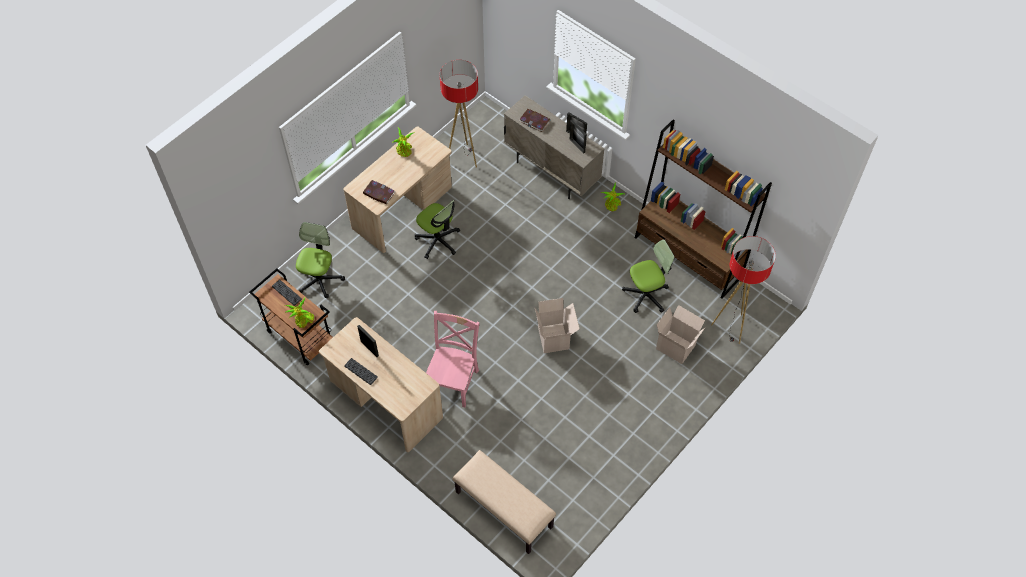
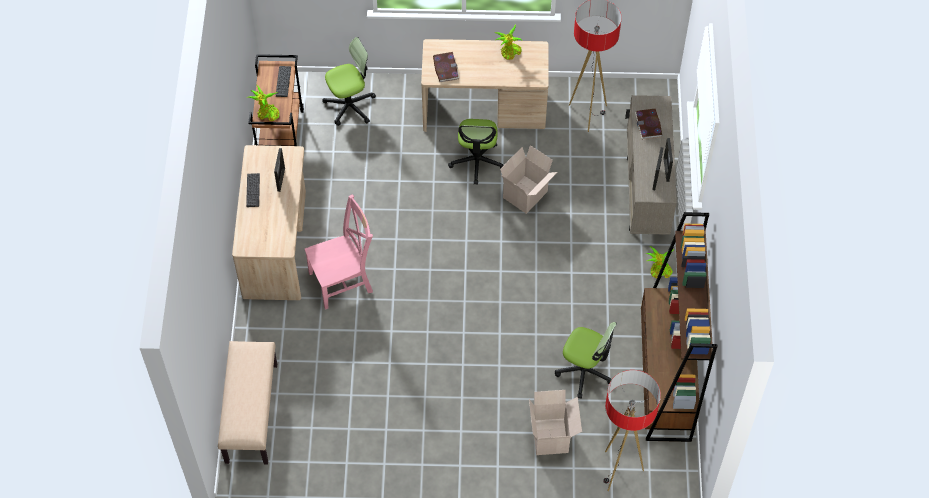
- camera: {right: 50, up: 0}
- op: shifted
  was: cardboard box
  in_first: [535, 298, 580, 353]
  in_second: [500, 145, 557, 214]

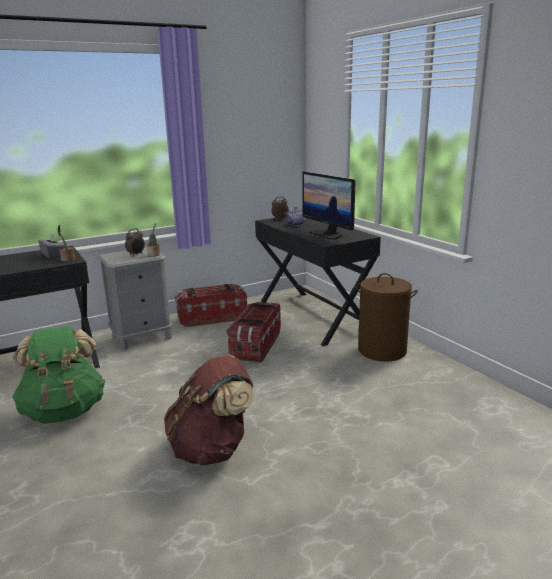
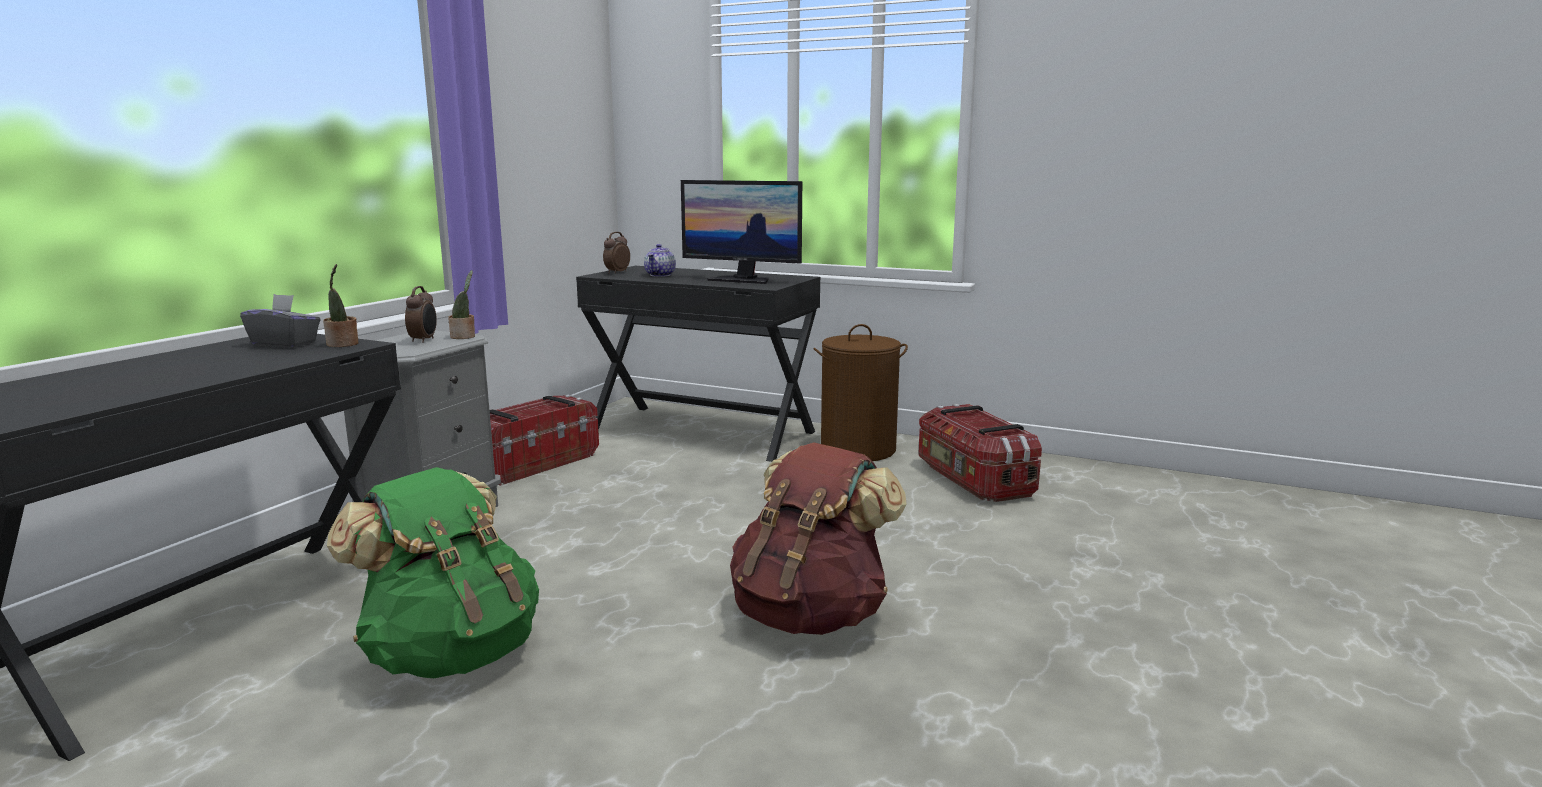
- camera: {right: -35, up: -5}
- op: shifted
  was: storage bin
  in_first: [227, 301, 281, 363]
  in_second: [918, 404, 1042, 502]

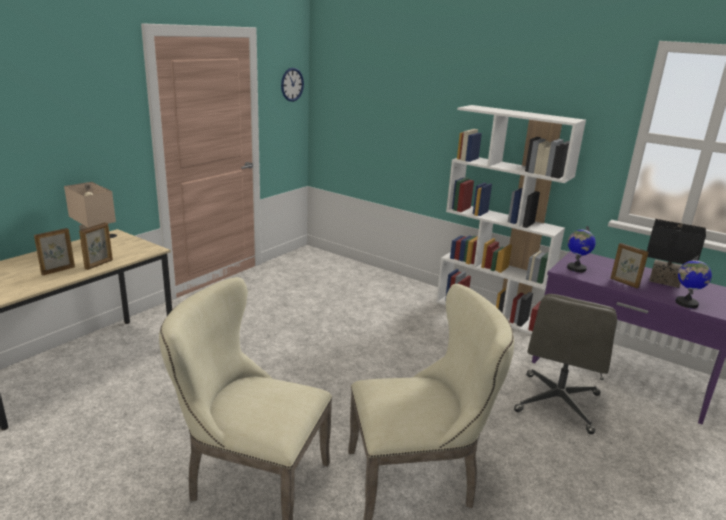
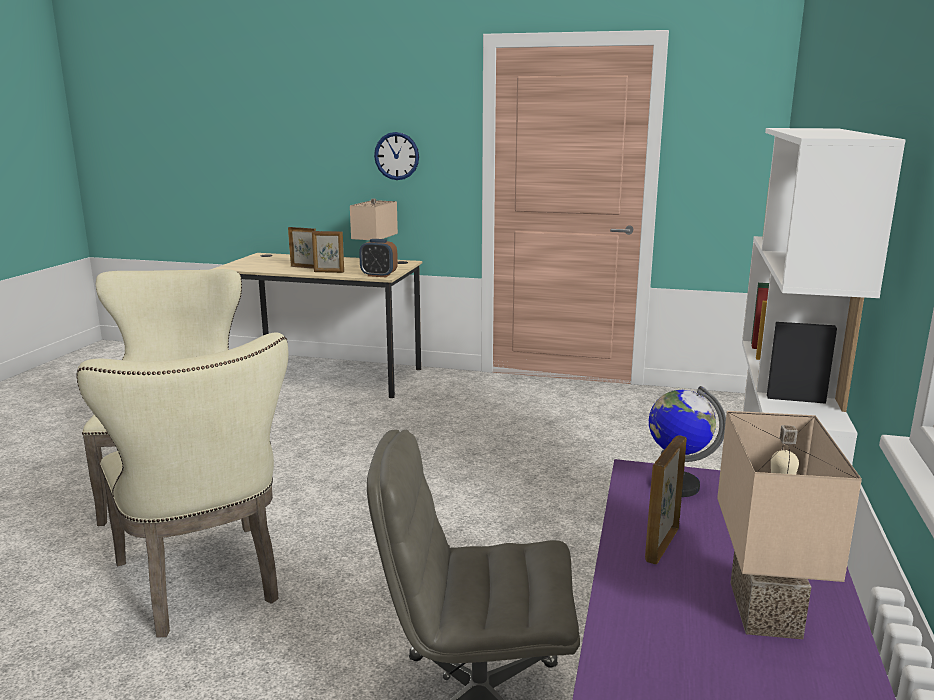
- camera: {right: 70, up: -5}
- op: shifted
  was: wall clock
  in_first: [281, 68, 304, 102]
  in_second: [374, 132, 419, 180]
- op: repainted
  was: black table lamp
  now: sand-coloured table lamp
  in_first: [647, 219, 706, 288]
  in_second: [717, 411, 862, 639]
- op: gone
  was: desk globe
  in_first: [675, 256, 712, 308]
- op: new
  now: bedside clock
  in_second: [359, 239, 398, 277]

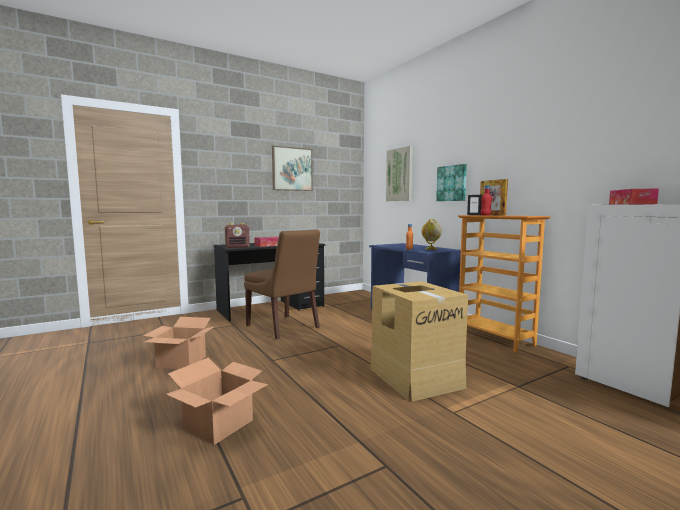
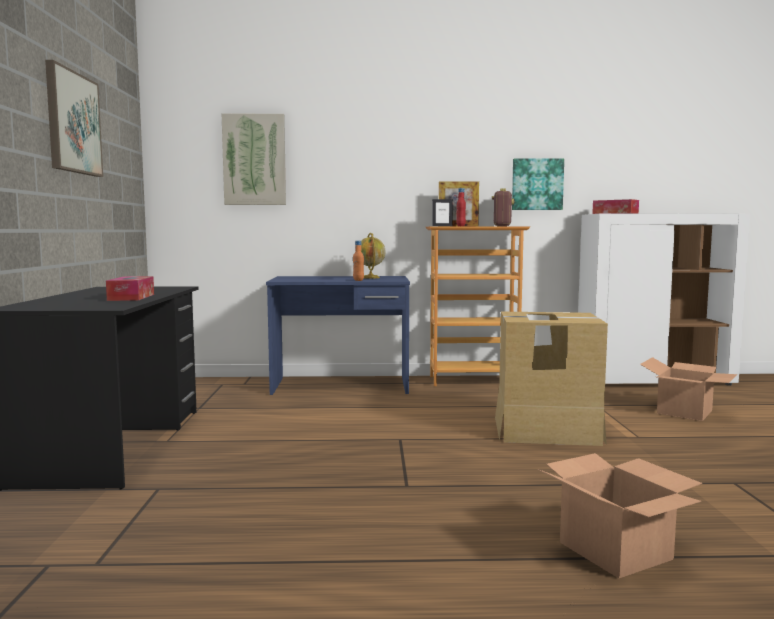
- camera: {right: -60, up: 0}
- op: shifted
  was: wall art
  in_first: [436, 164, 467, 201]
  in_second: [512, 158, 564, 210]
- op: shifted
  was: radio receiver
  in_first: [225, 223, 250, 248]
  in_second: [492, 188, 514, 227]
- op: gone
  was: brown-coloured plain chair
  in_first: [244, 229, 320, 339]
- op: shifted
  was: cardboard box
  in_first: [143, 317, 215, 369]
  in_second: [640, 357, 737, 421]

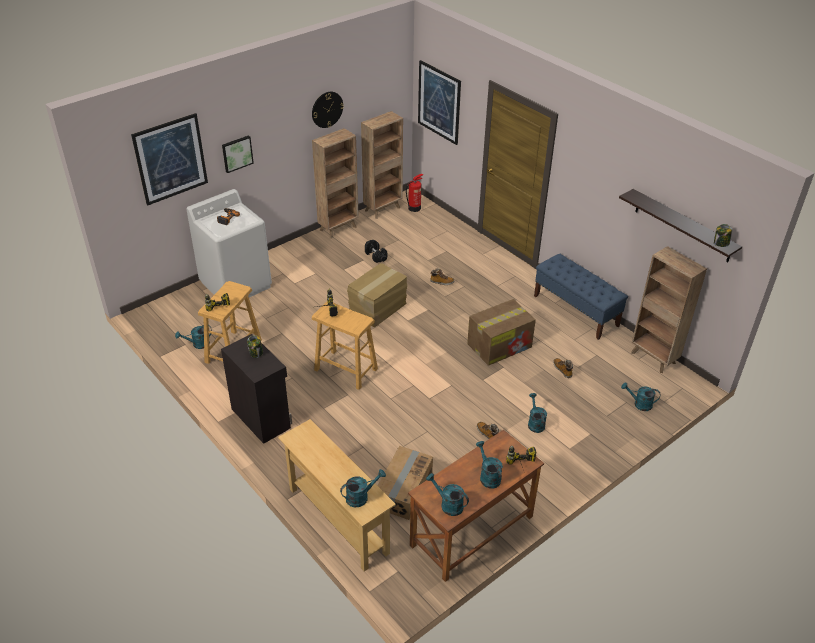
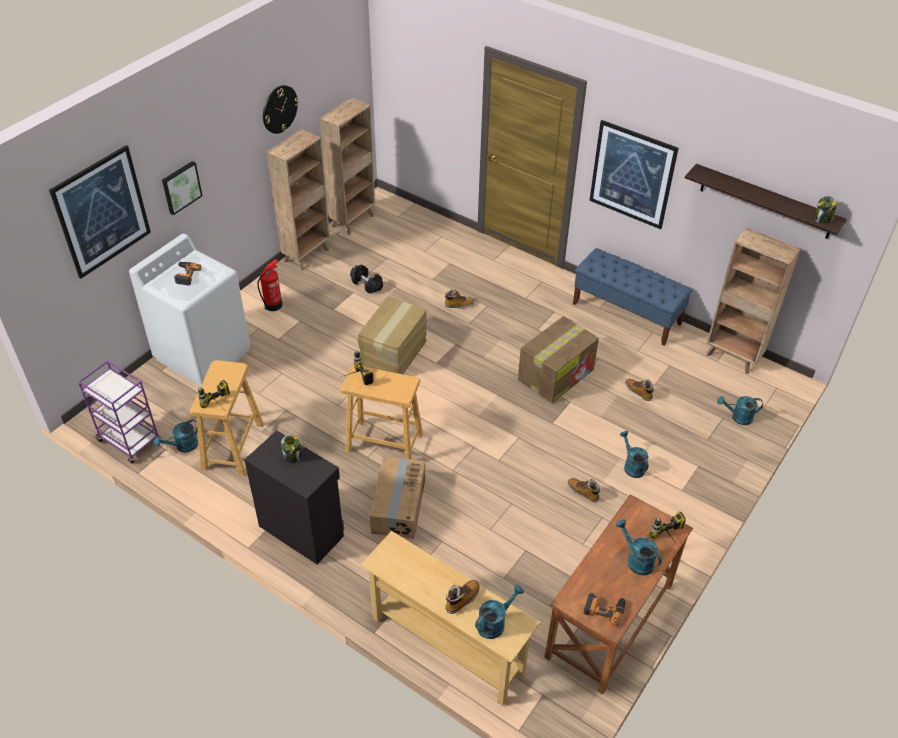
- camera: {right: -15, up: 5}
- op: shifted
  was: wall art
  in_first: [418, 60, 461, 145]
  in_second: [589, 120, 679, 229]
- op: shifted
  was: fire-fighting cylinder
  in_first: [406, 174, 423, 212]
  in_second: [257, 259, 282, 311]
- op: shifted
  was: cardboard box
  in_first: [377, 446, 433, 520]
  in_second: [370, 457, 425, 539]
- op: swapped
  was: turquoise-coloured watering pot
  now: power drill
  in_first: [426, 473, 469, 516]
  in_second: [583, 593, 626, 626]
- op: new
  now: purple-coloured trolley
  in_second: [78, 360, 161, 463]
- op: new
  now: tall boot
  in_second: [445, 580, 480, 614]

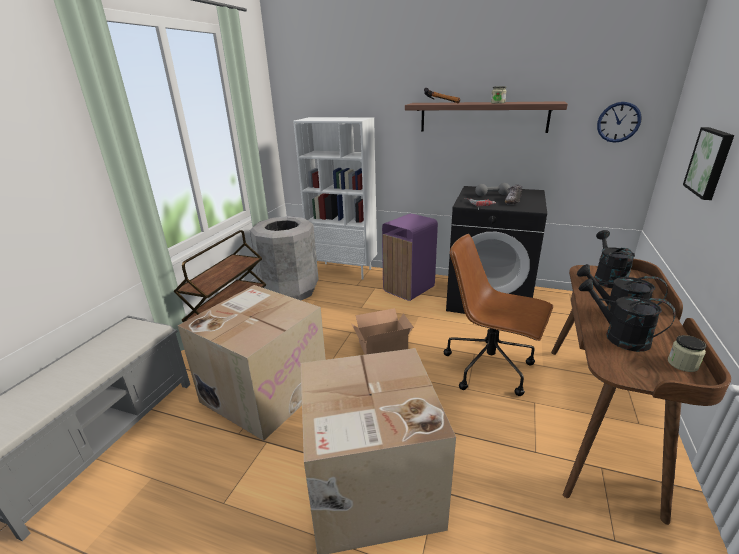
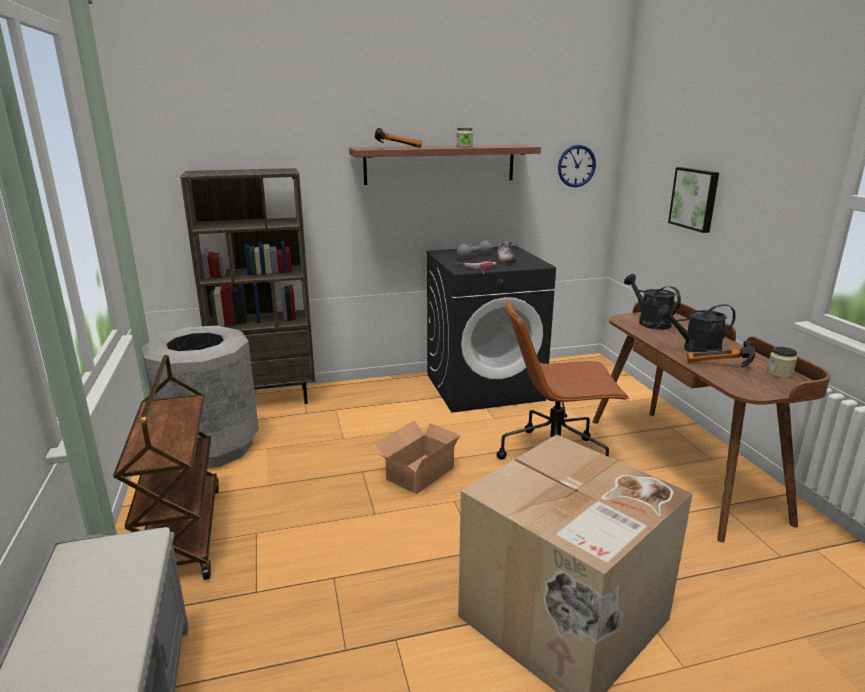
- camera: {right: -35, up: -5}
- op: repainted
  was: white bookcase
  now: brown-coloured bookcase
  in_first: [293, 117, 377, 280]
  in_second: [180, 168, 315, 404]
- op: gone
  was: purple-coloured waste bin
  in_first: [382, 213, 438, 301]
- op: swapped
  was: black watering pot
  now: hammer
  in_first: [579, 279, 676, 352]
  in_second: [687, 340, 755, 367]
- op: gone
  was: cardboard box
  in_first: [178, 285, 326, 441]

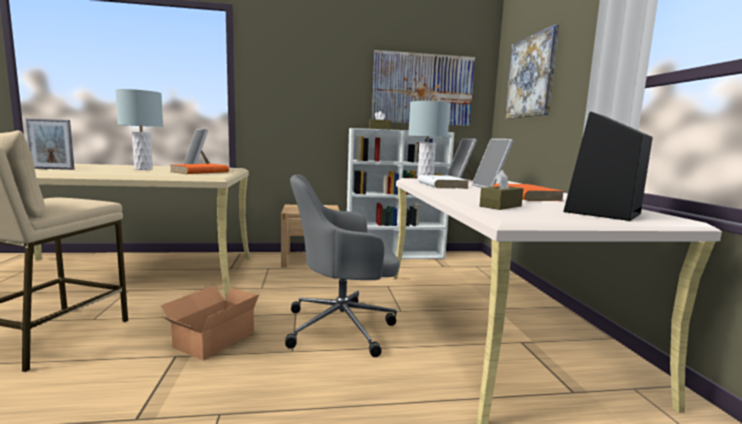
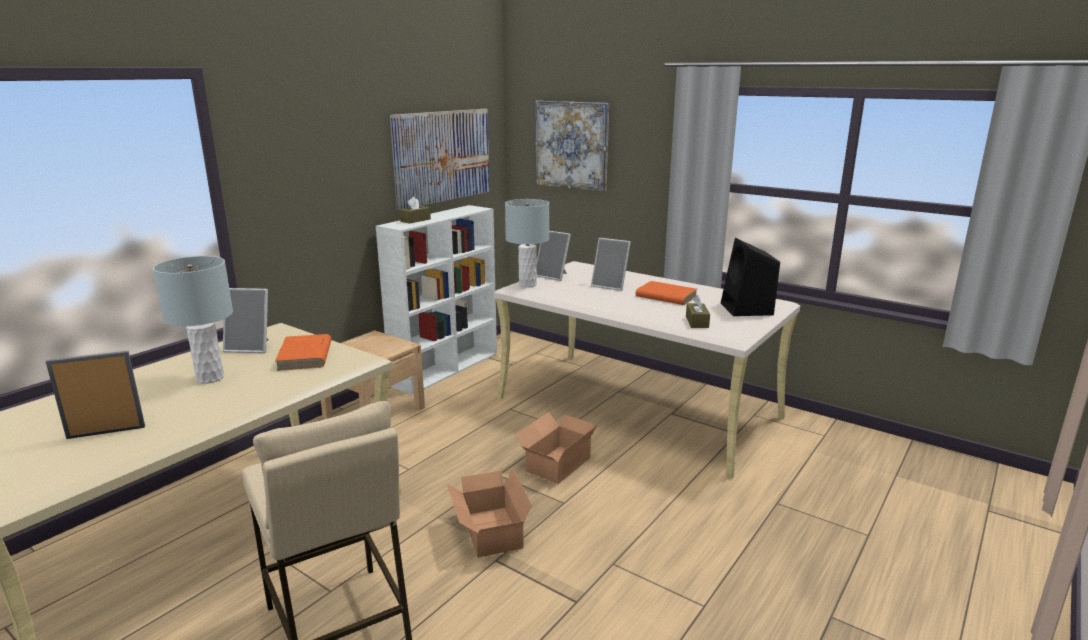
- camera: {right: -45, up: 10}
- op: rotated
  was: standing frame
  in_first: [25, 118, 75, 170]
  in_second: [46, 351, 145, 439]
  clockwise: -150
- op: swapped
  was: gray computer chair
  now: cardboard box
  in_first: [285, 175, 400, 357]
  in_second: [515, 412, 597, 484]
- op: gone
  was: white volume
  in_first: [418, 175, 470, 189]

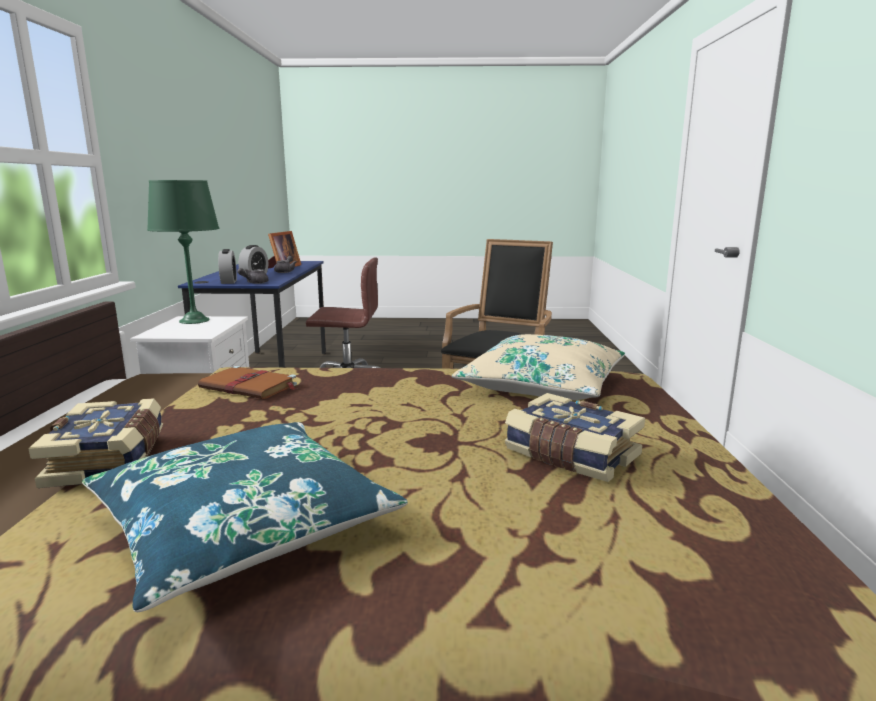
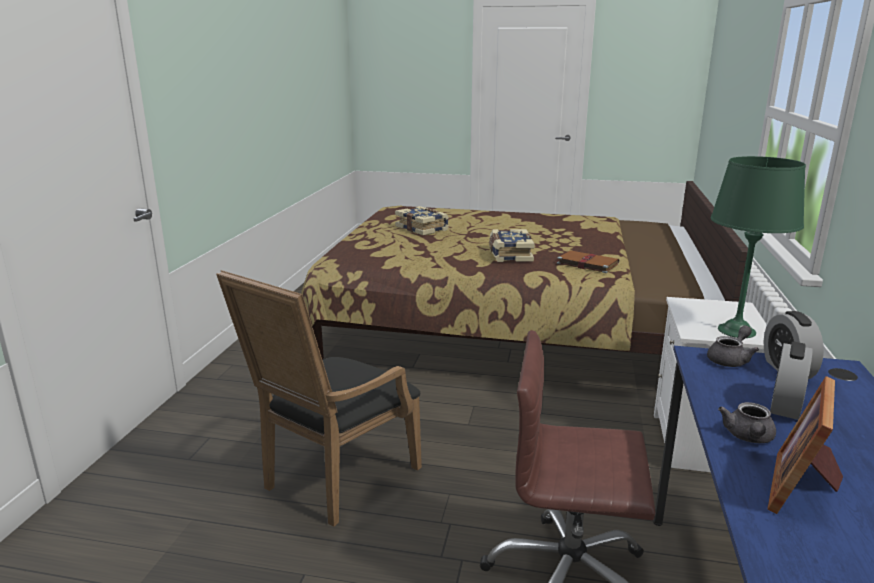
- camera: {right: -170, up: 5}
- op: gone
  was: sand-coloured cushion
  in_first: [452, 334, 625, 400]
- op: shifted
  was: volume
  in_first: [29, 398, 163, 488]
  in_second: [489, 229, 535, 262]
- op: gone
  was: bluish cushion
  in_first: [82, 422, 408, 612]

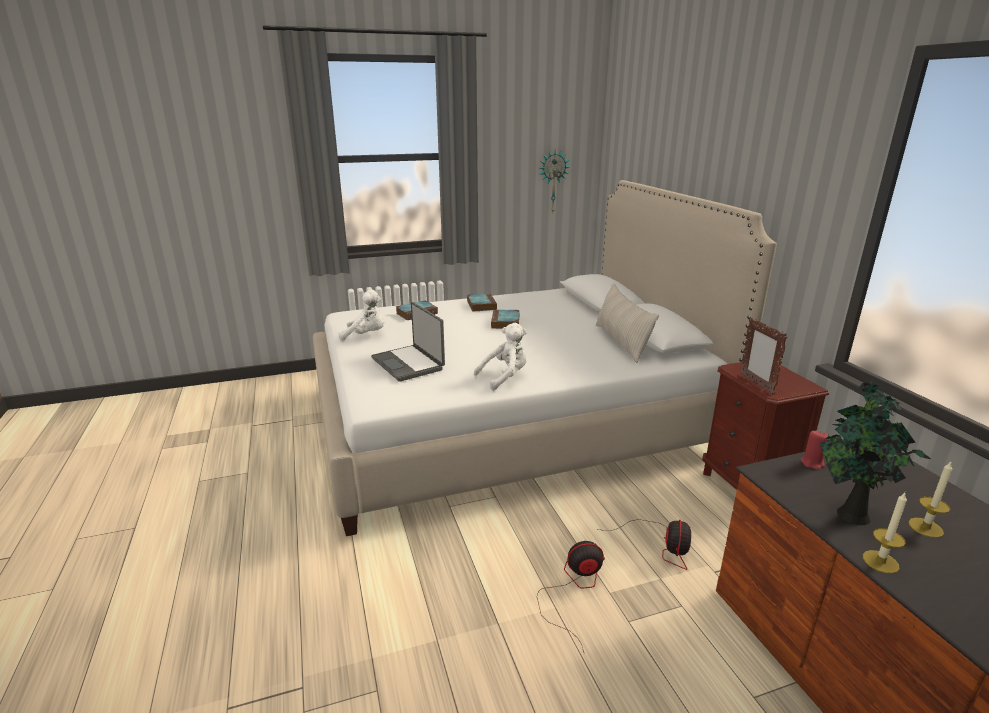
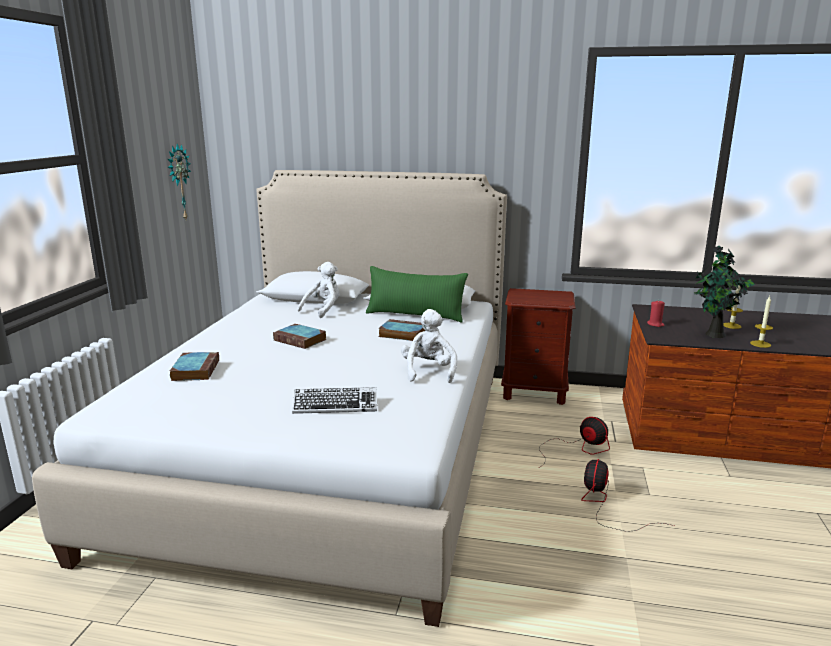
- camera: {right: -60, up: -5}
- op: repainted
  was: sand-coloured cushion
  now: green cushion
  in_first: [596, 283, 659, 363]
  in_second: [366, 266, 468, 323]
- op: shifted
  was: white plush toy
  in_first: [339, 290, 384, 341]
  in_second: [297, 262, 340, 318]
- op: shifted
  was: volume
  in_first: [467, 293, 497, 312]
  in_second: [378, 319, 425, 341]
- op: swapped
  was: notebook computer
  now: keyboard
  in_first: [371, 302, 445, 382]
  in_second: [292, 387, 377, 414]
- op: gone
  was: standing frame
  in_first: [740, 318, 788, 395]

